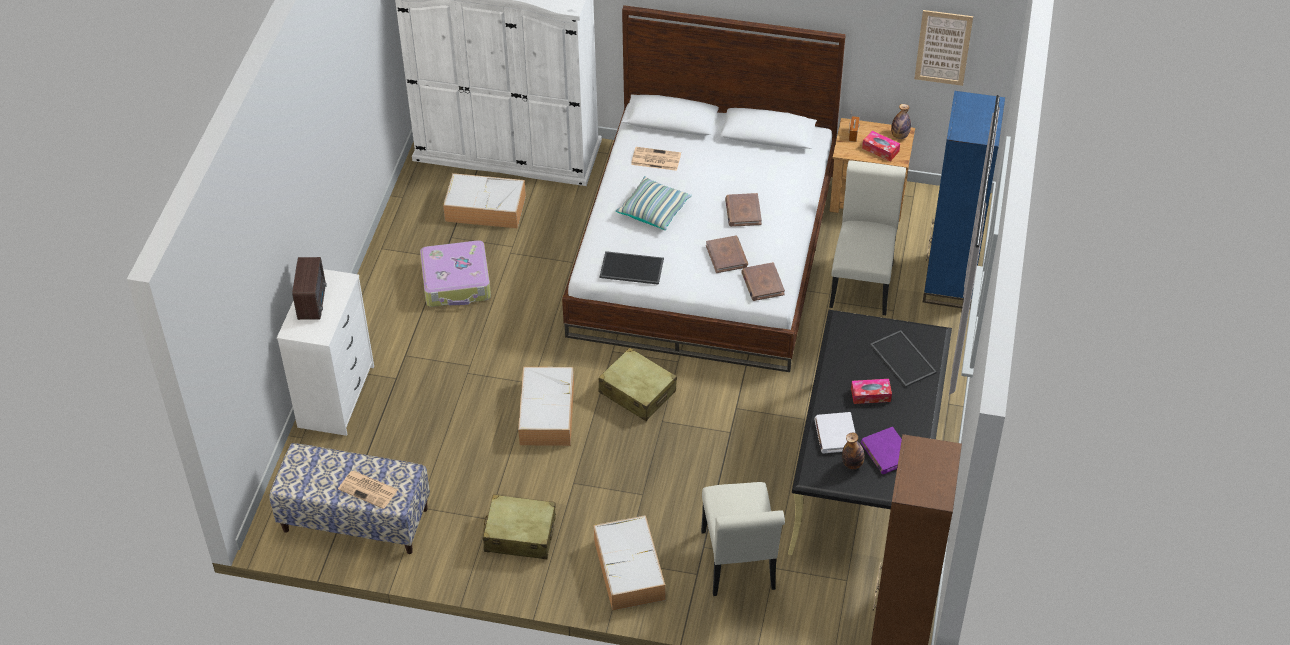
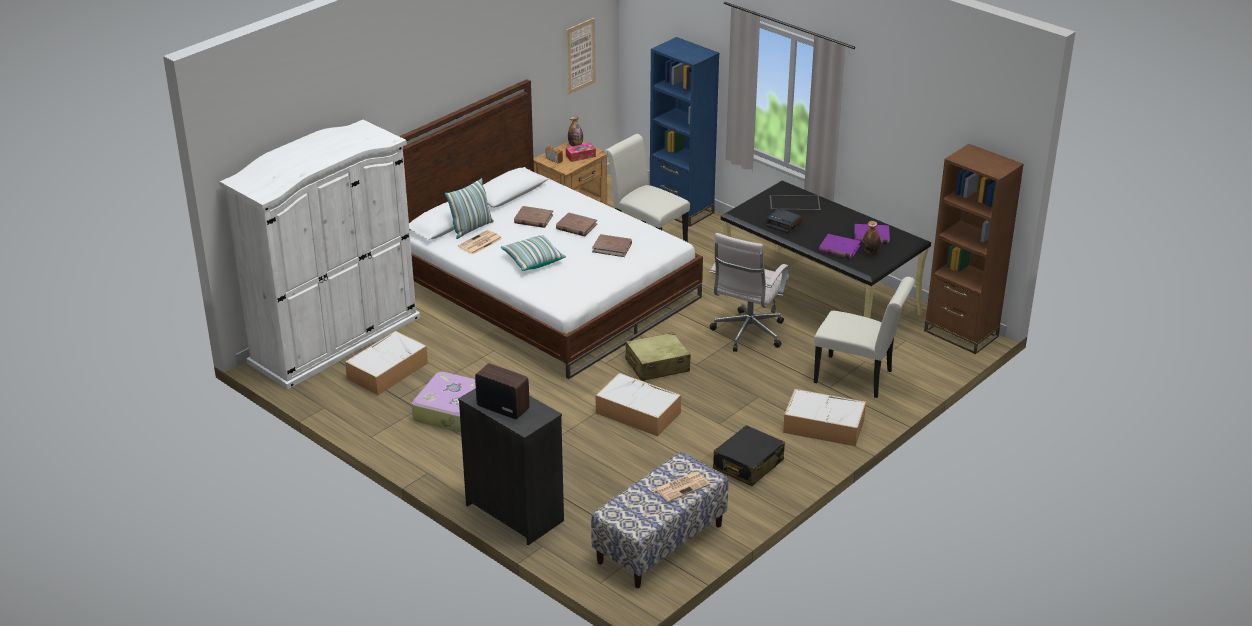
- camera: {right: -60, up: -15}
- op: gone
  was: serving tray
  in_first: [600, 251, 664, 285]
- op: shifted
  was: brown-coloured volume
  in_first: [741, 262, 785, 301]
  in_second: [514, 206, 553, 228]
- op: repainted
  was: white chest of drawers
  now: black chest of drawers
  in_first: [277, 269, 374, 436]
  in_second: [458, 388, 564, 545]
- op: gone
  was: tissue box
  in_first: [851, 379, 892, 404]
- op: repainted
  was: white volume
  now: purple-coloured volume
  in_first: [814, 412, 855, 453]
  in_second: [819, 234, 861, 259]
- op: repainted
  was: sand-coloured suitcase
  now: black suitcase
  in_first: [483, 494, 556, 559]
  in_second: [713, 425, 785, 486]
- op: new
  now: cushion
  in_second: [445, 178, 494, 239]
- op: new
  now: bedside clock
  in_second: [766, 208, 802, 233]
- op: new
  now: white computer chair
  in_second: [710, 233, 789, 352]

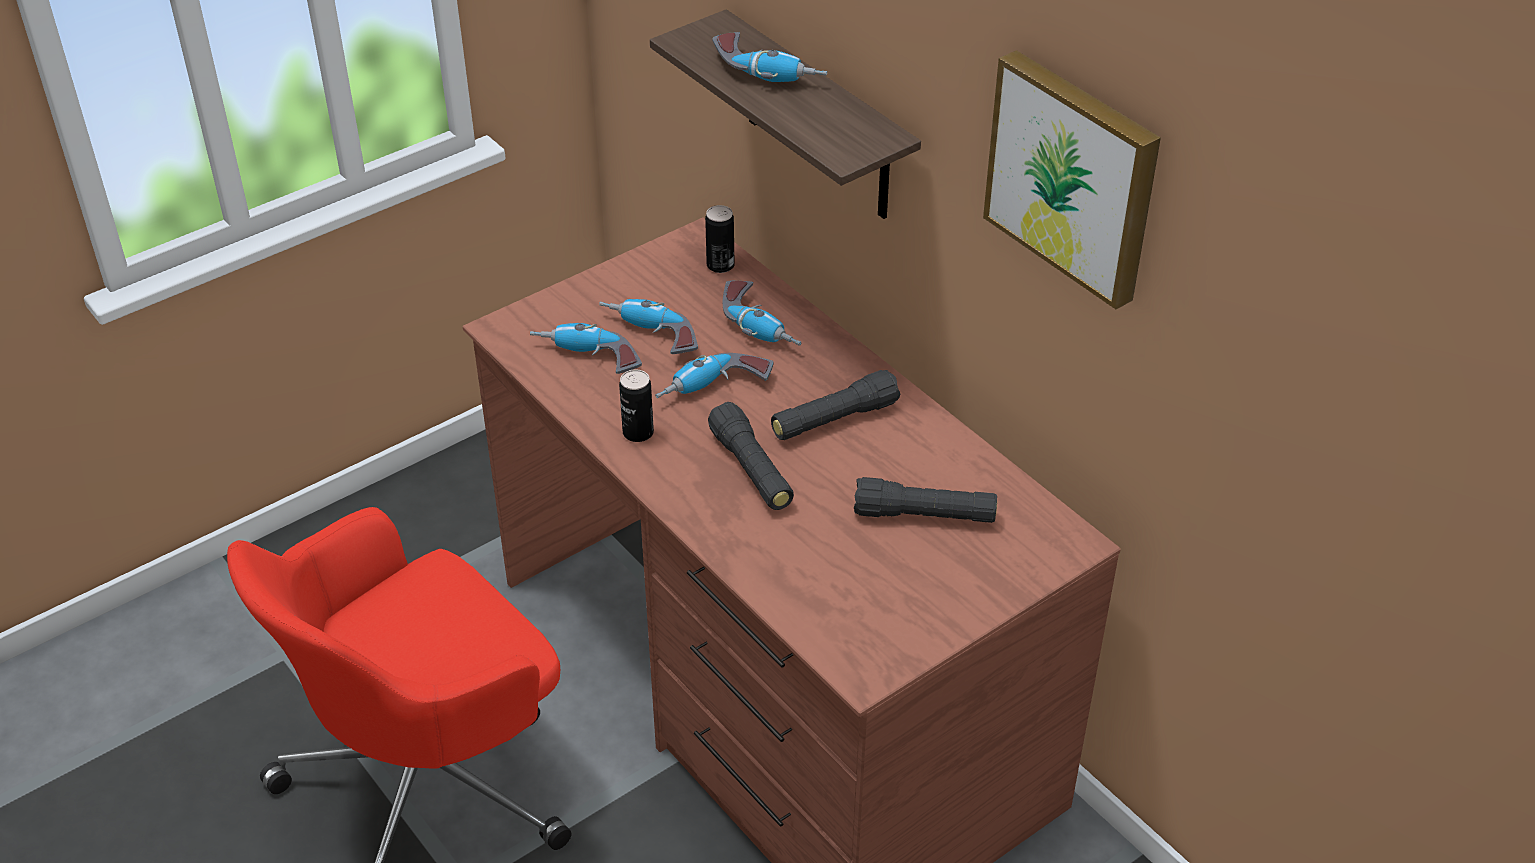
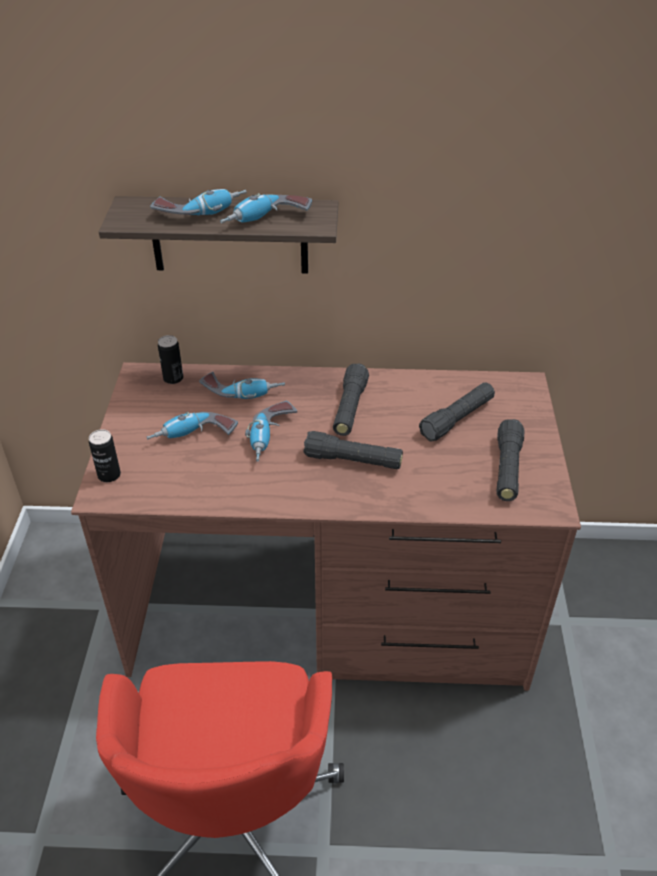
- camera: {right: -50, up: 0}
- op: gone
  was: wall art
  in_first: [983, 50, 1161, 309]
- op: shifted
  was: power drill
  in_first: [530, 323, 642, 374]
  in_second: [220, 193, 312, 223]
- op: shifted
  was: metal can
  in_first: [619, 369, 654, 442]
  in_second: [89, 429, 121, 482]
- op: new
  now: black flashlight
  in_second: [496, 419, 524, 501]

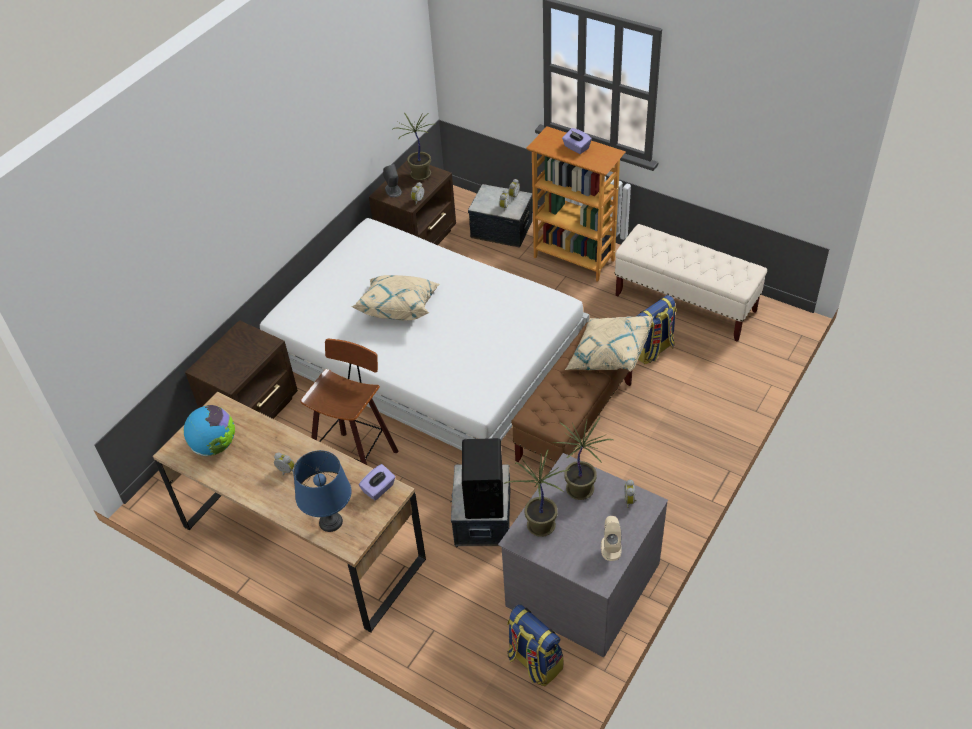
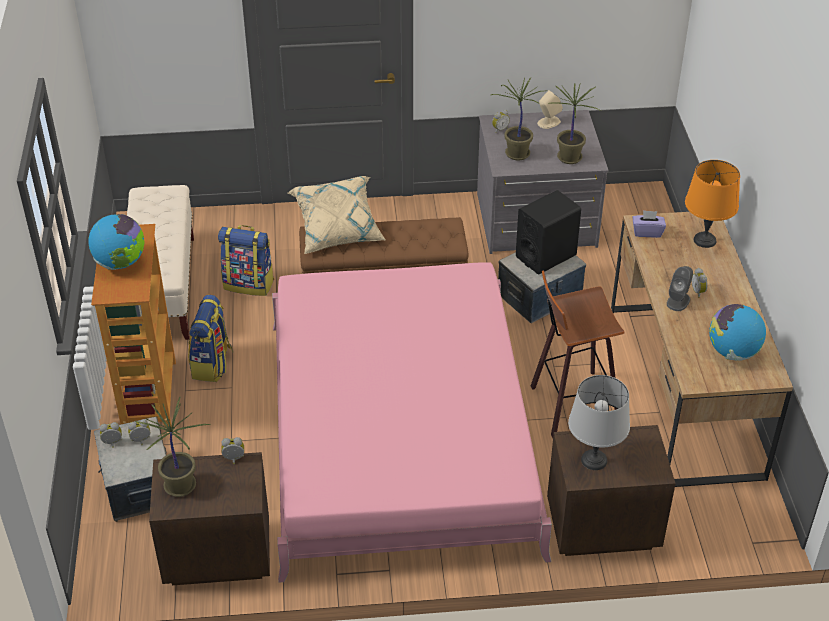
- camera: {right: -130, up: -5}
- op: swapped
  was: purple-coloured tissue box
  now: desk globe
  in_first: [562, 128, 592, 154]
  in_second: [88, 214, 145, 270]
- op: shifted
  was: gray audio speaker
  in_first: [383, 164, 402, 197]
  in_second: [667, 266, 693, 311]
- op: repainted
  was: white bed
  now: pink-coloured bed
  in_first: [260, 218, 589, 450]
  in_second: [272, 262, 552, 582]
- op: gone
  was: sand-coloured cushion
  in_first: [351, 275, 440, 320]
- op: repainted
  was: bluish table lamp
  now: orange-coloured table lamp
  in_first: [293, 450, 352, 532]
  in_second: [685, 160, 740, 248]
- op: shifted
  was: knapsack
  in_first: [507, 604, 563, 686]
  in_second: [188, 295, 233, 382]
- op: new
  now: gray table lamp
  in_second: [568, 375, 630, 470]

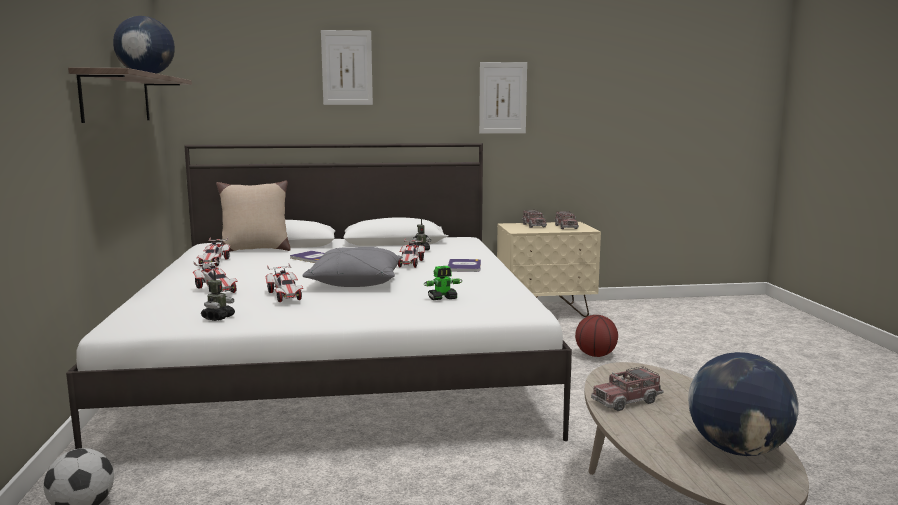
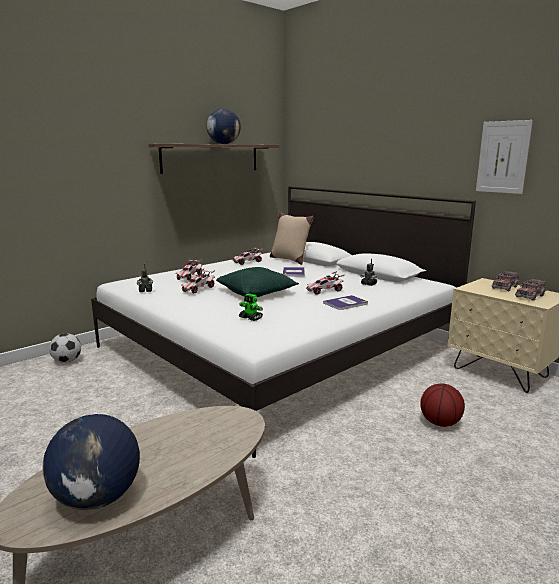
- camera: {right: 55, up: 5}
- op: gone
  was: wall art
  in_first: [321, 30, 373, 105]
- op: repainted
  was: gray cushion
  now: green cushion
  in_first: [302, 247, 402, 287]
  in_second: [216, 267, 299, 297]
- op: gone
  was: model truck
  in_first: [591, 366, 663, 411]

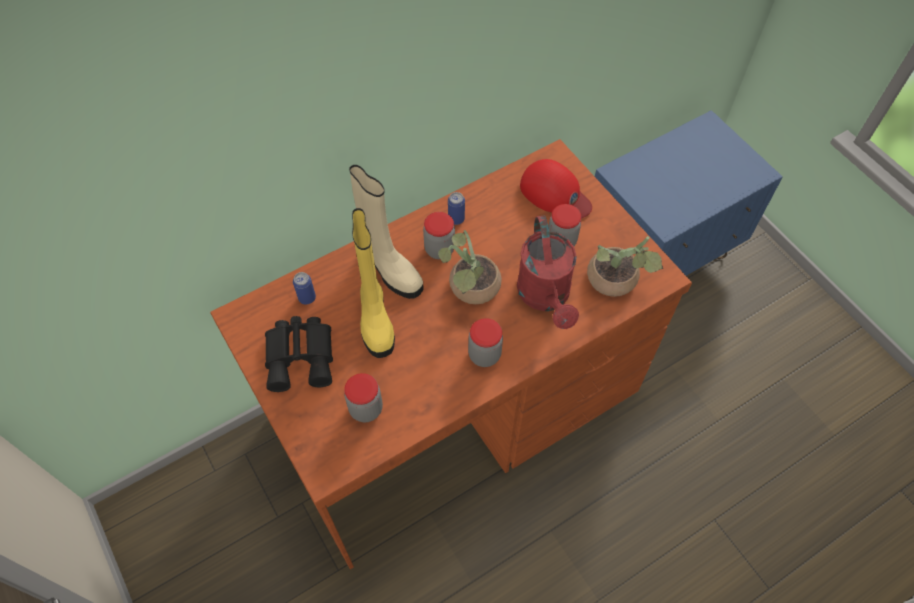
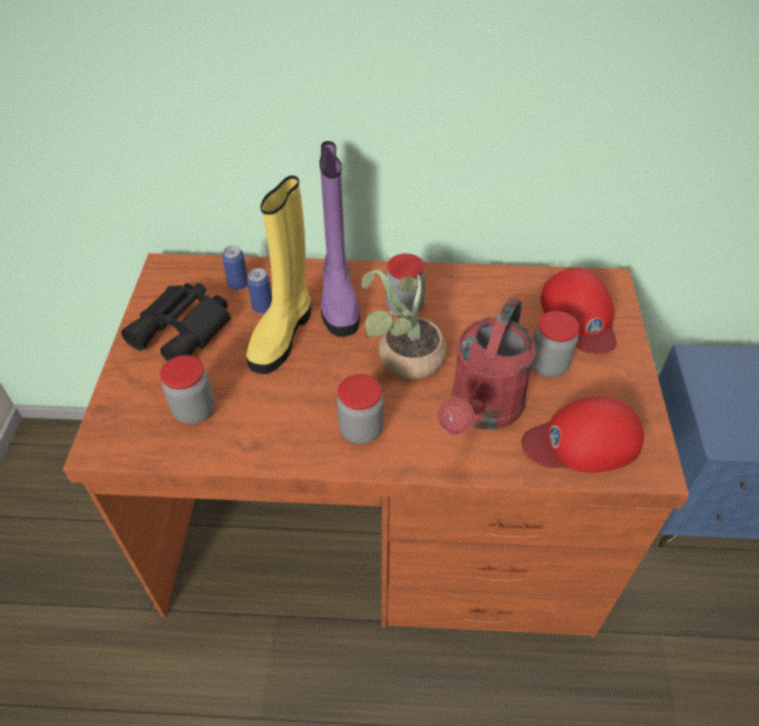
- camera: {right: 35, up: -10}
- op: repainted
  was: sand-coloured tall boot
  now: purple-coloured tall boot
  in_first: [349, 165, 423, 299]
  in_second: [320, 141, 360, 337]
- op: shifted
  was: metal can
  in_first: [448, 192, 465, 225]
  in_second: [247, 268, 272, 314]
- op: swapped
  was: plant in a pot
  now: red peaked cap
  in_first: [587, 236, 663, 297]
  in_second: [521, 397, 644, 473]

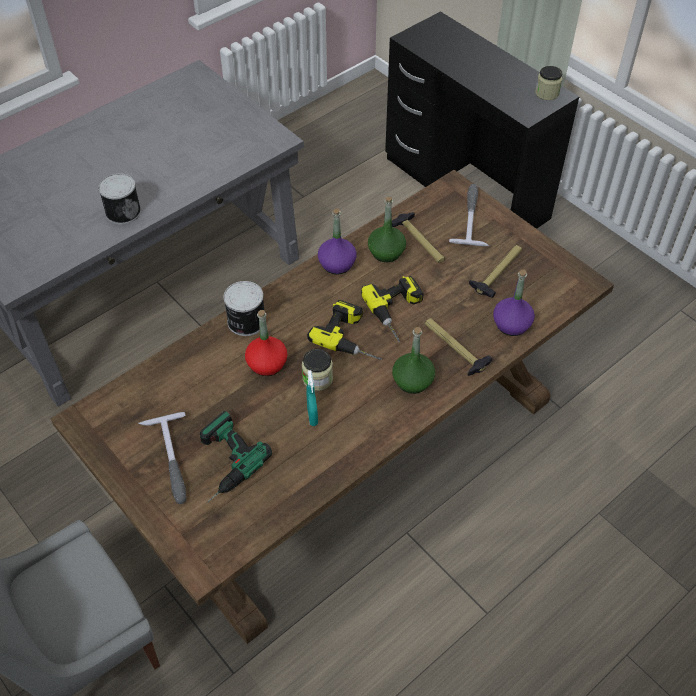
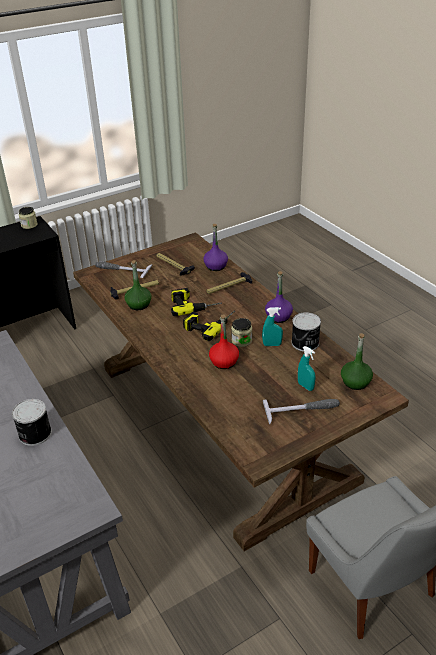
- camera: {right: -80, up: -15}
- op: shifted
  was: purple-coloured bottle
  in_first: [318, 209, 357, 274]
  in_second: [265, 271, 293, 323]
- op: shifted
  was: metal can
  in_first: [224, 281, 266, 336]
  in_second: [291, 312, 321, 351]
- op: shifted
  was: green bottle
  in_first: [392, 327, 435, 394]
  in_second: [341, 333, 373, 390]
- op: swapped
  was: power drill
  now: turquoise-coloured hand sprayer
  in_first: [200, 411, 272, 503]
  in_second: [298, 346, 316, 391]

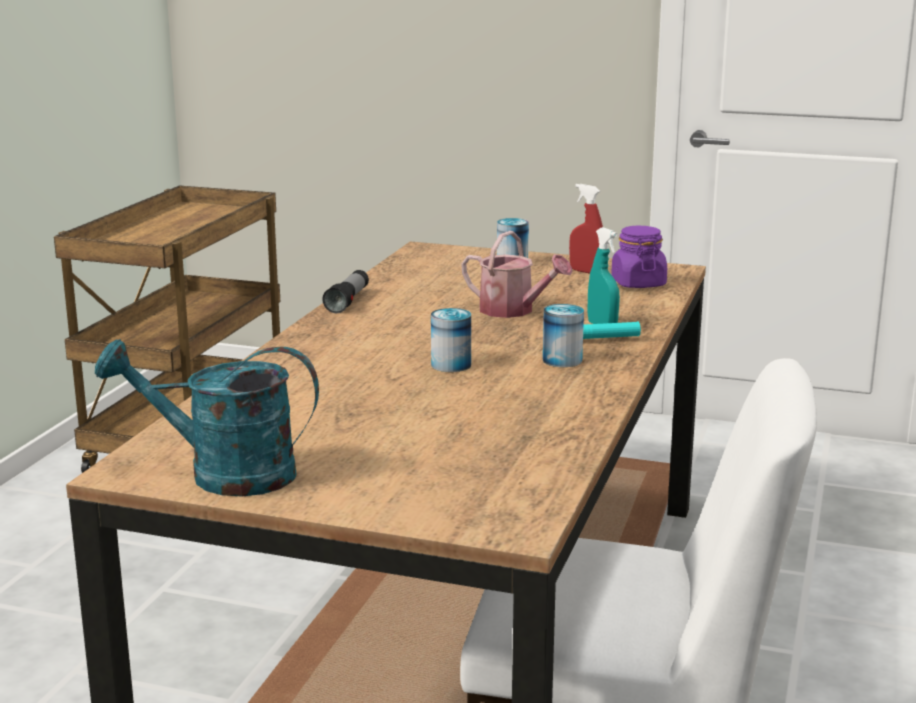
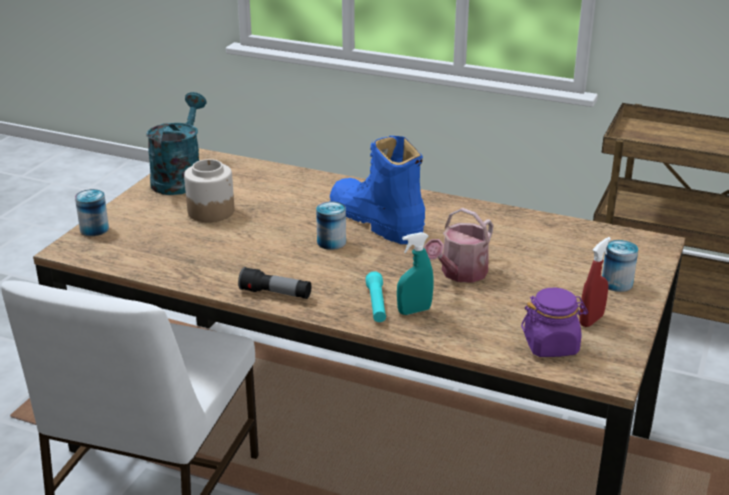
- camera: {right: 95, up: 10}
- op: shifted
  was: flashlight
  in_first: [323, 270, 369, 313]
  in_second: [238, 267, 312, 299]
- op: shifted
  was: metal can
  in_first: [543, 304, 584, 367]
  in_second: [75, 189, 109, 236]
- op: new
  now: bluish tall boot
  in_second: [330, 136, 425, 244]
- op: new
  now: preserve jar
  in_second: [184, 159, 234, 222]

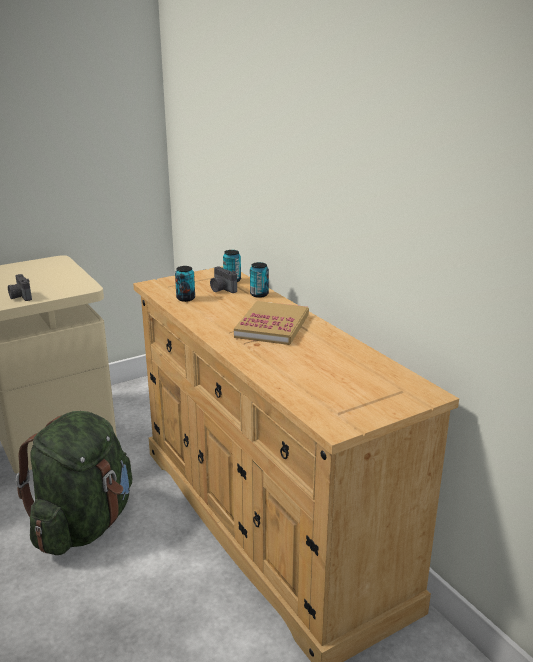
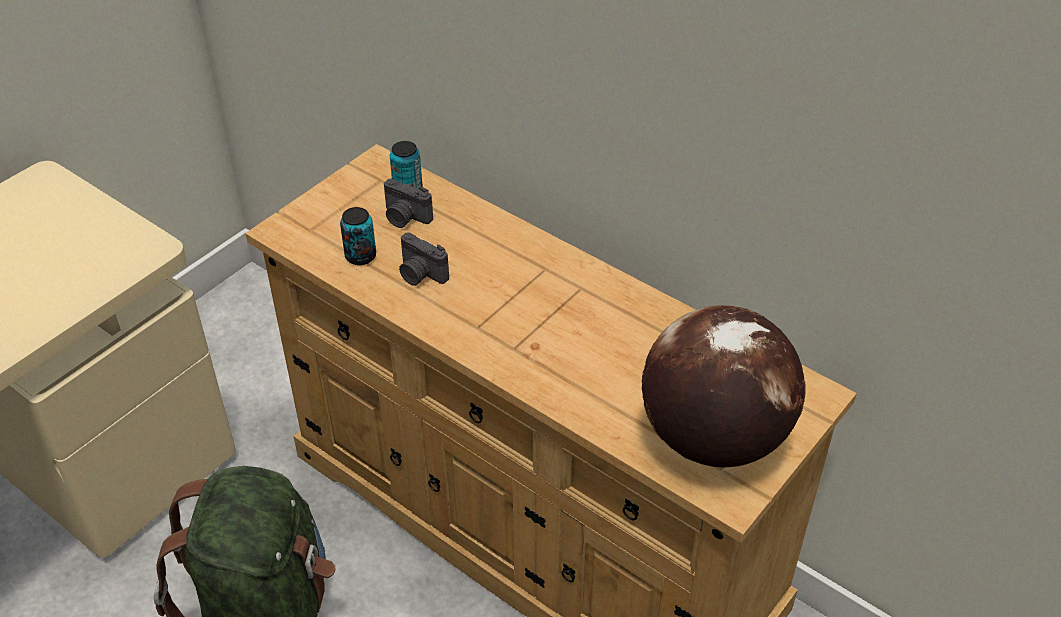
- camera: {right: -20, up: 20}
- op: gone
  was: metal can
  in_first: [250, 262, 269, 298]
- op: shifted
  was: still camera
  in_first: [8, 274, 32, 301]
  in_second: [399, 233, 449, 286]
- op: gone
  was: volume
  in_first: [234, 301, 309, 345]
- op: new
  now: desk globe
  in_second: [642, 305, 806, 467]

